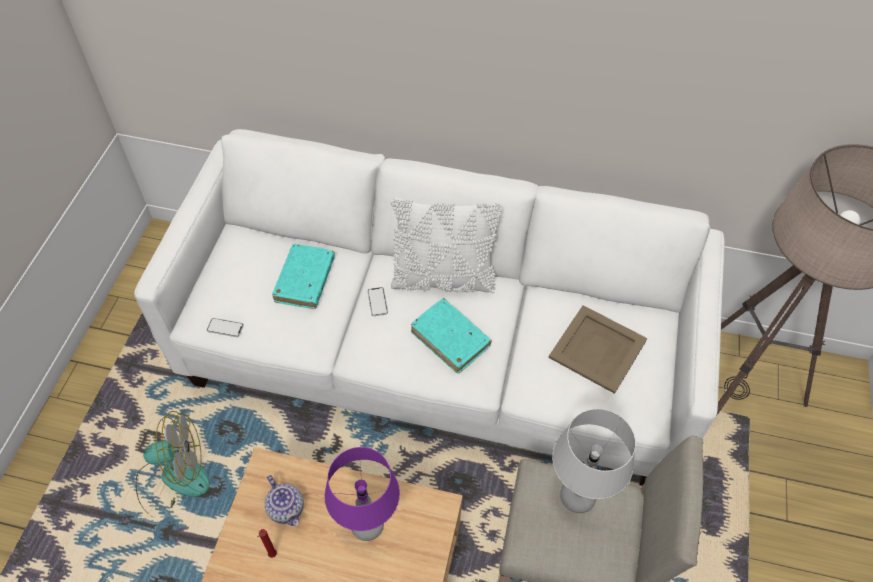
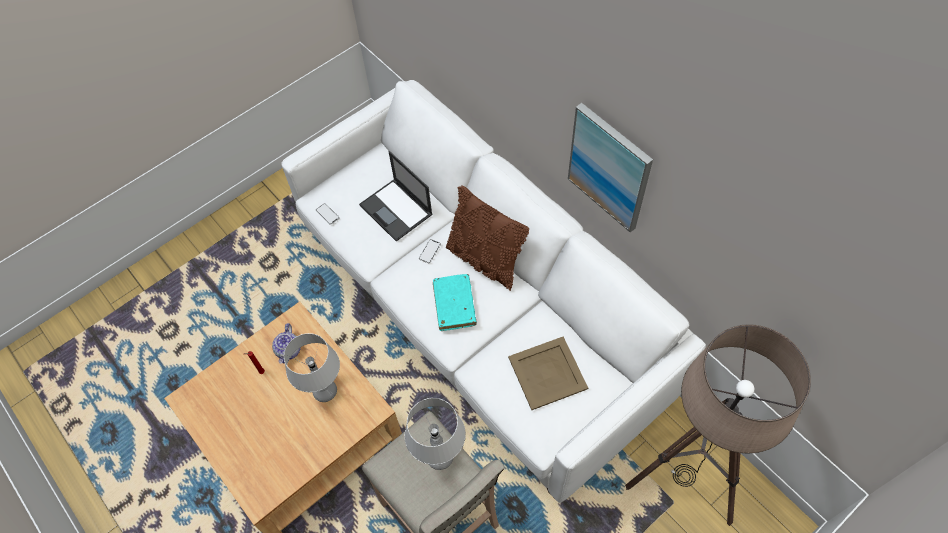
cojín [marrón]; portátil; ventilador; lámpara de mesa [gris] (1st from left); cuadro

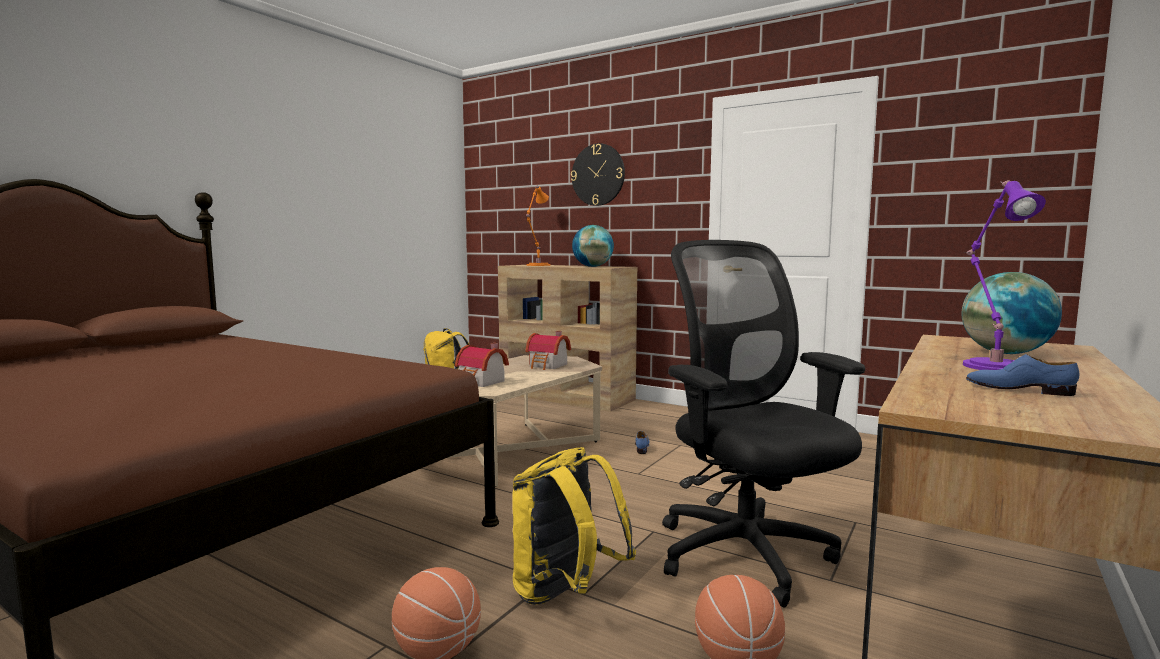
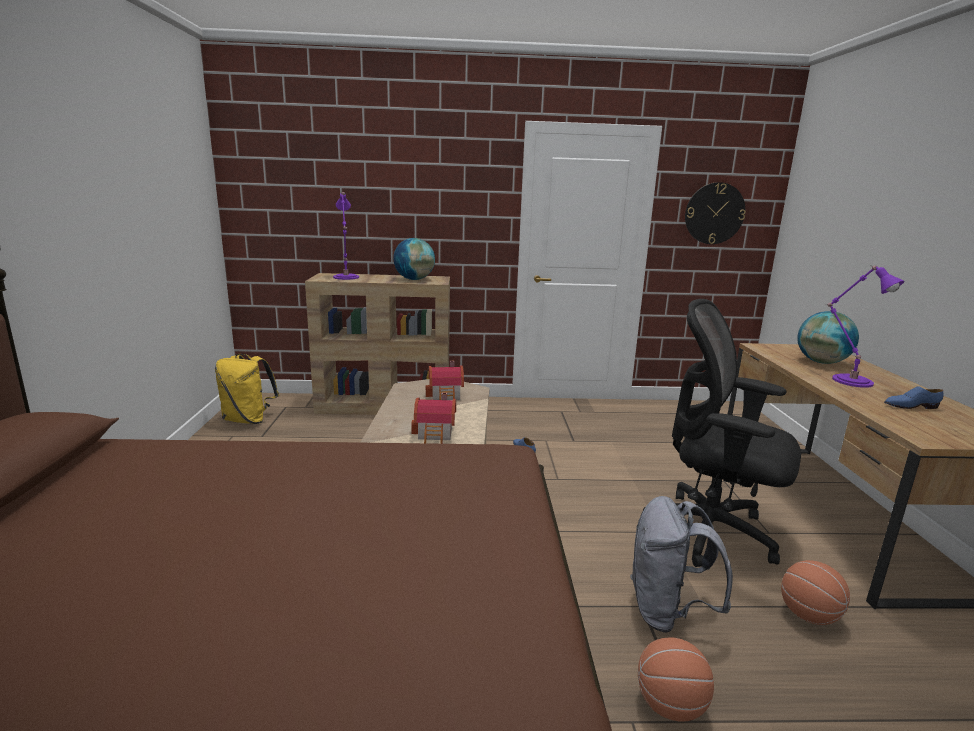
reloj de pared; lámpara de mesa [morado] (1st from left); mochila [gris]

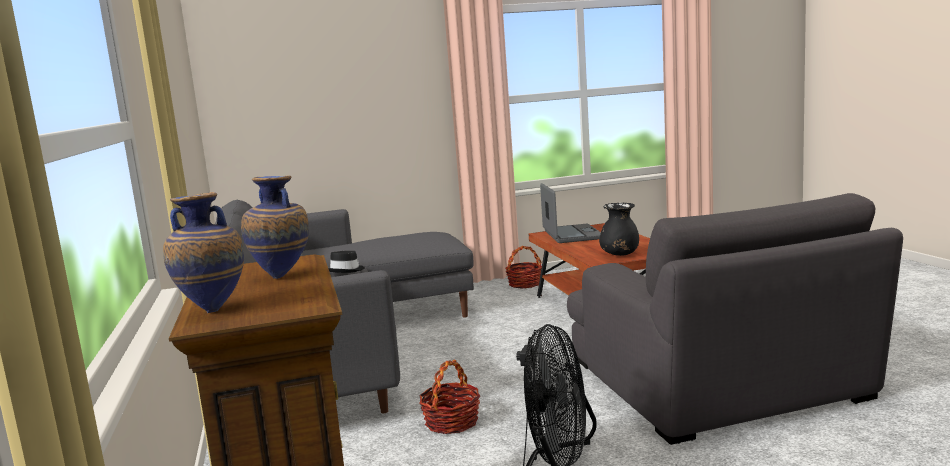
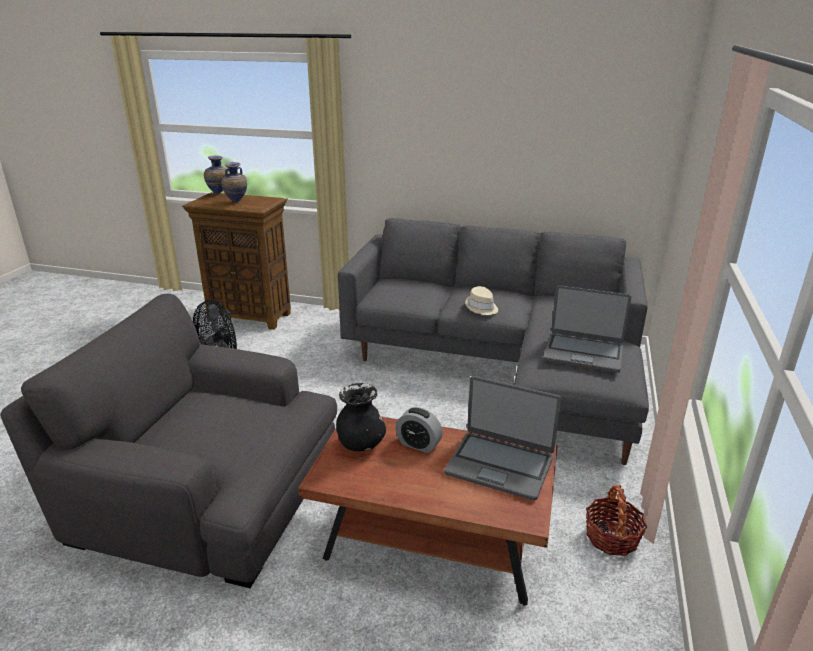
sombrero [beis]; cesta (1st from left in the first image); portátil (2nd from left); despertador

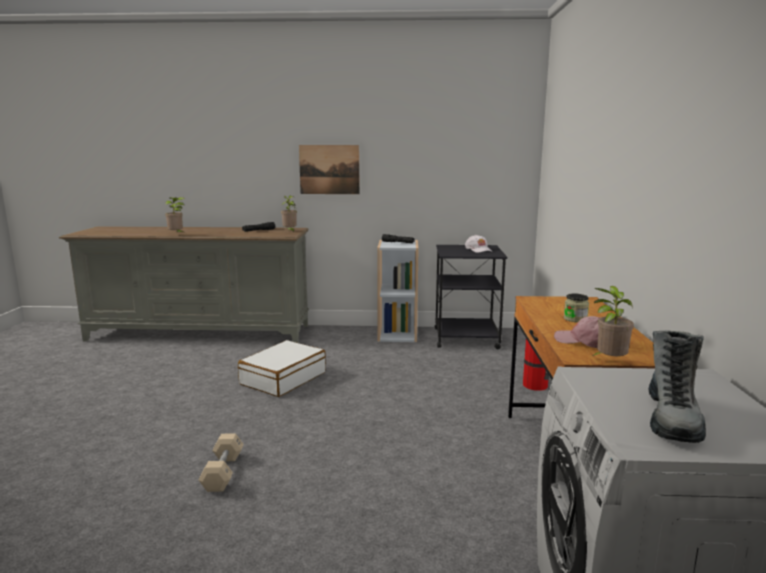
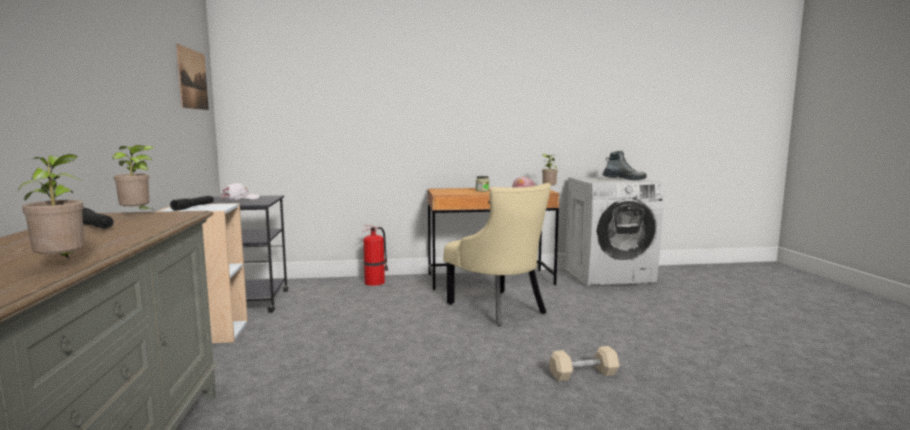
cuadro; maleta [blanco]; silla [beis]

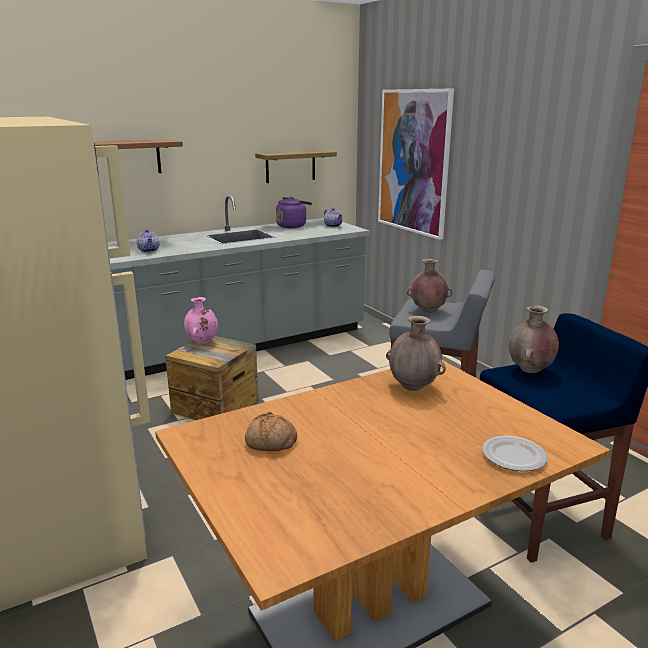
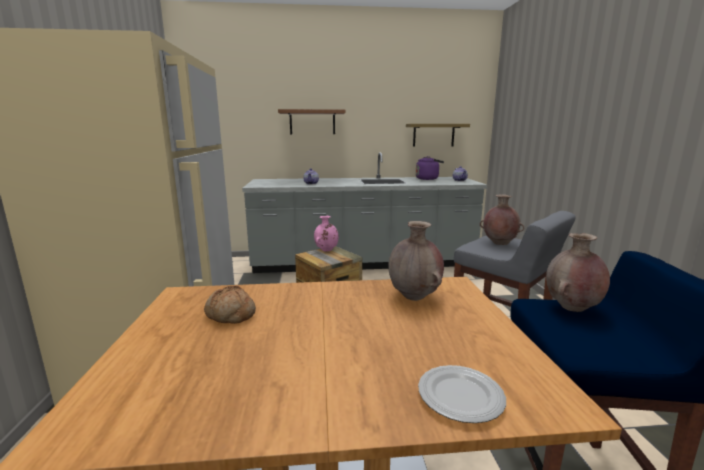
cuadro

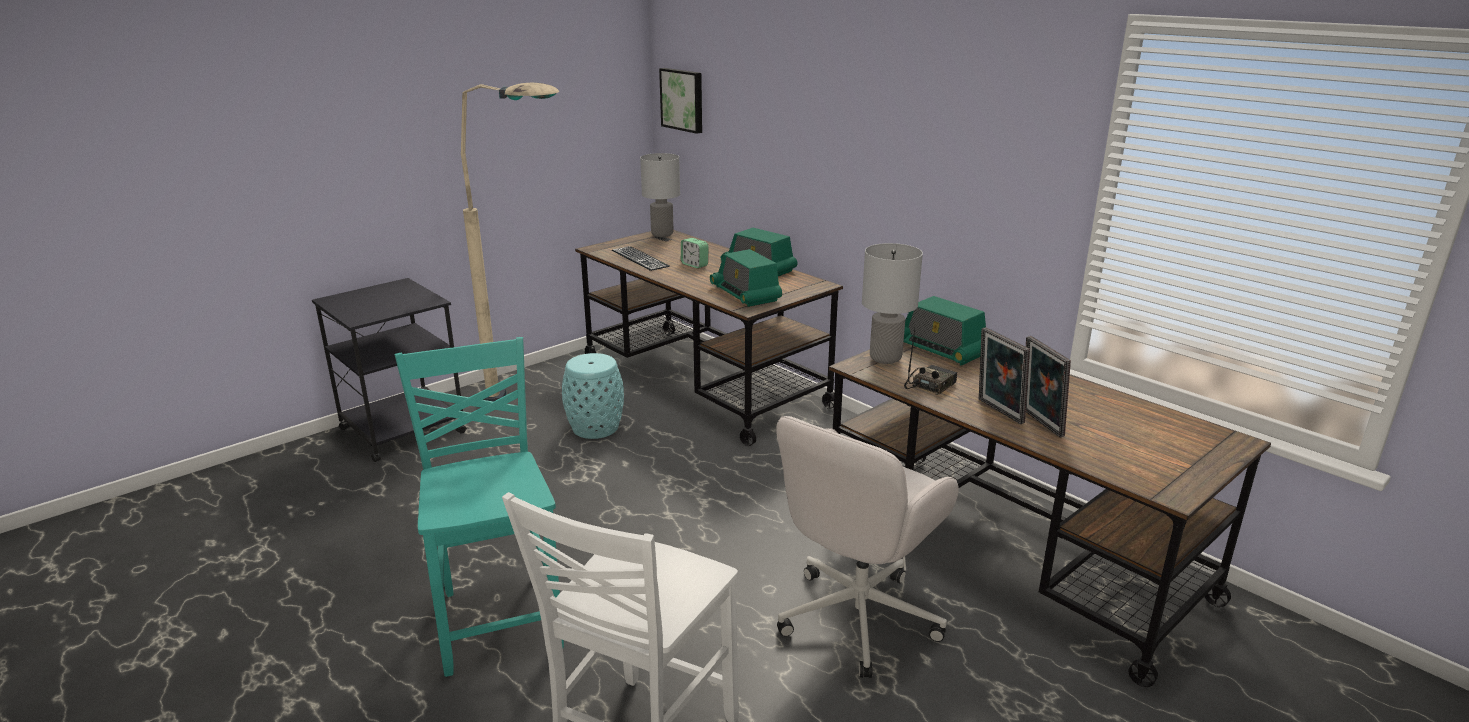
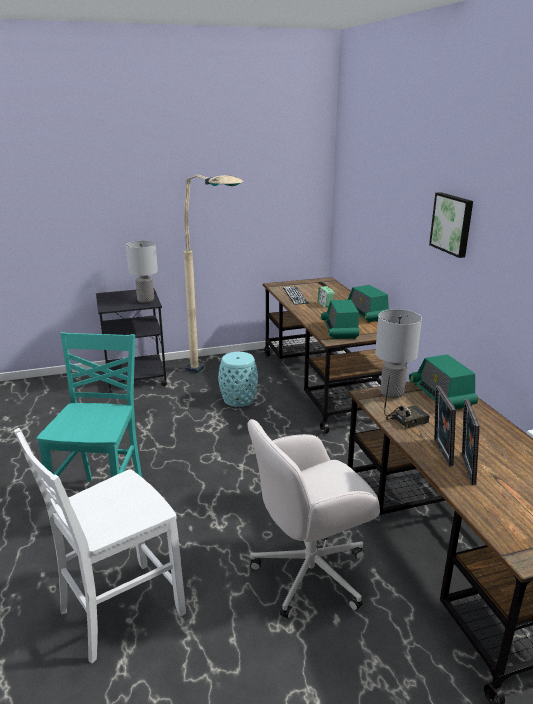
cuadro; lámpara de mesa [gris] (1st from left)

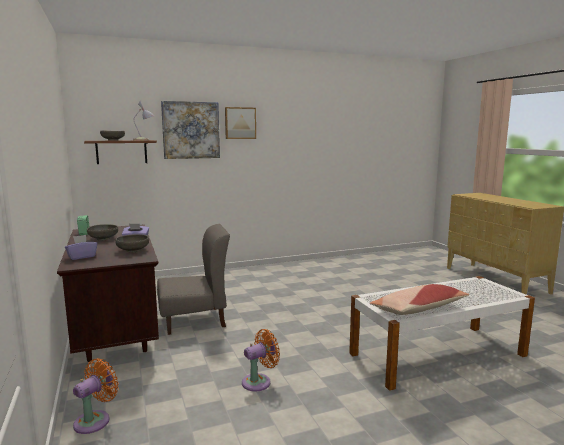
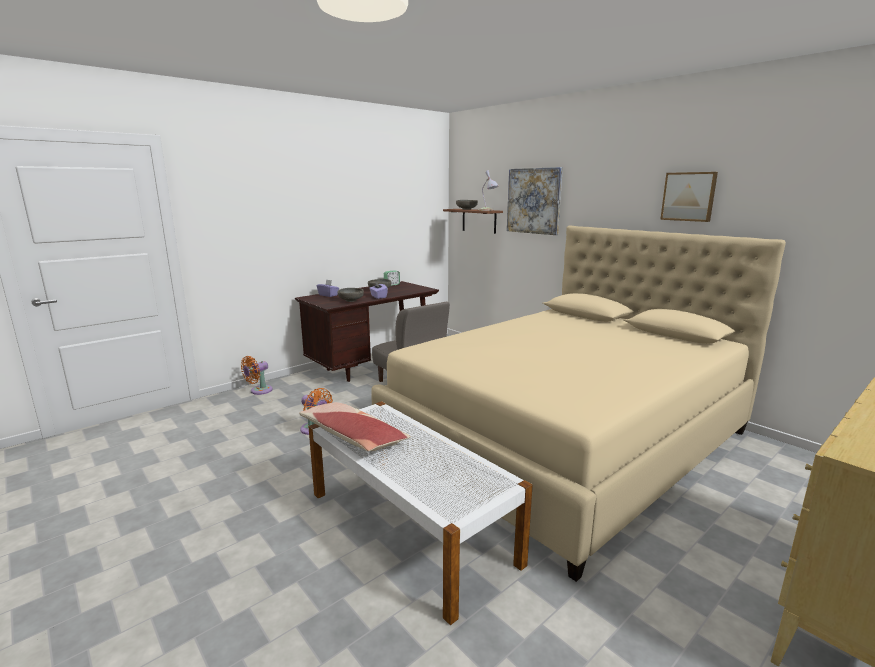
cuadro (2nd from left); ventilador [naranja] (1st from left); cama [beis]

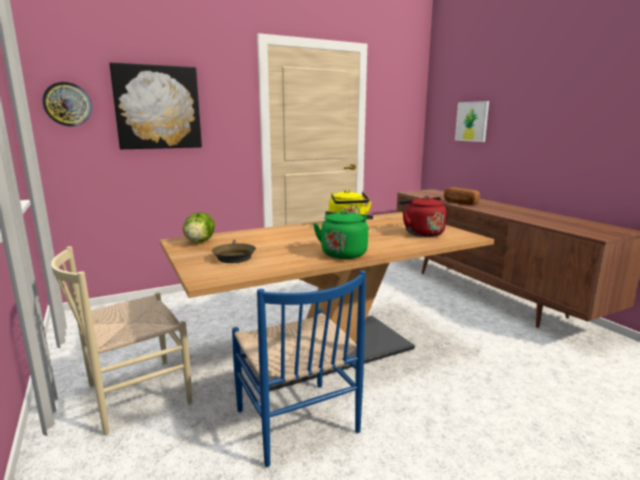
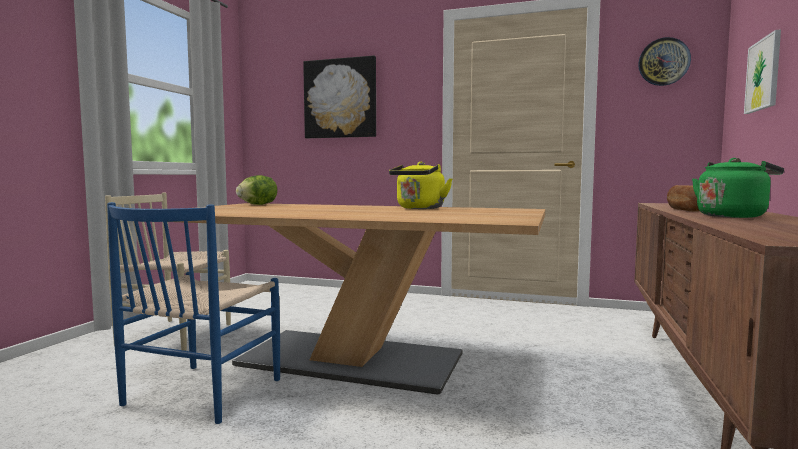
reloj de pared; hervidor [rojo]; hervidor [verde]; sartén [marrón]

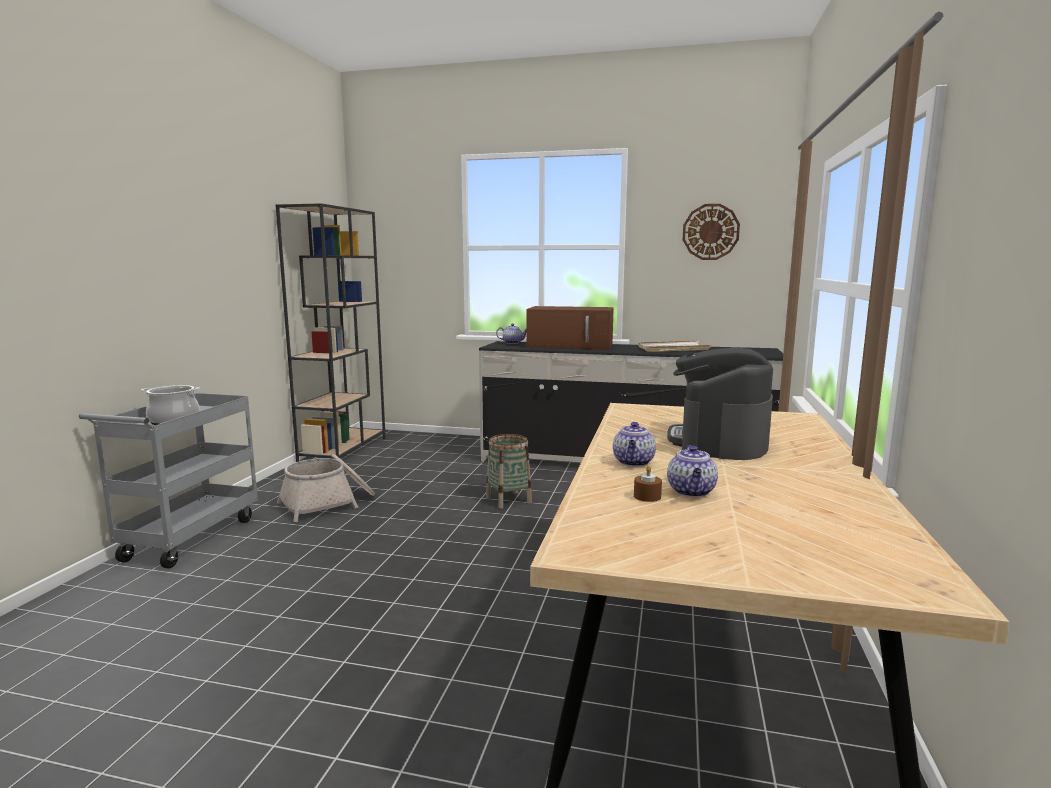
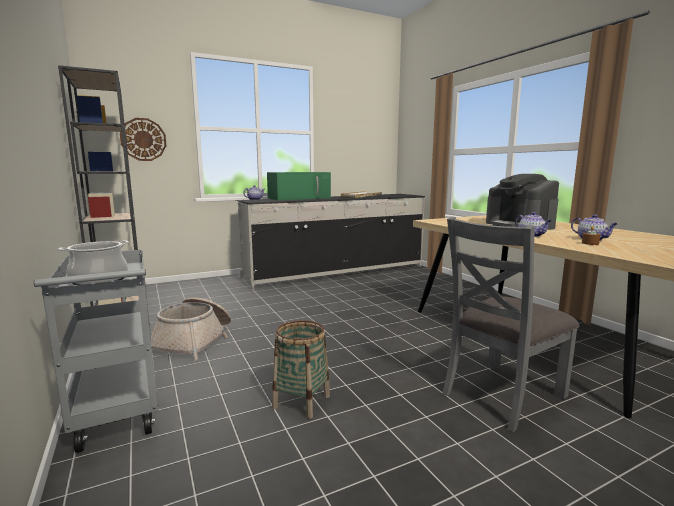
reloj de pared; microondas [verde]; cesta (2nd from left); silla [gris]

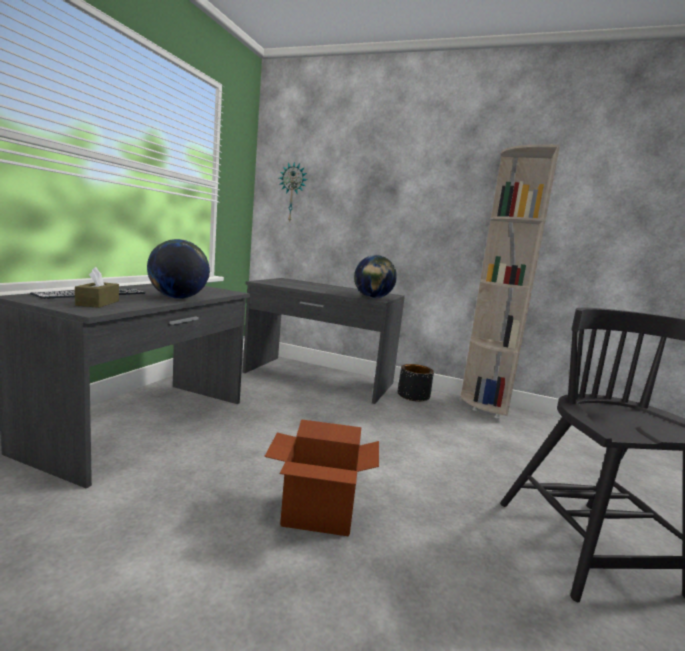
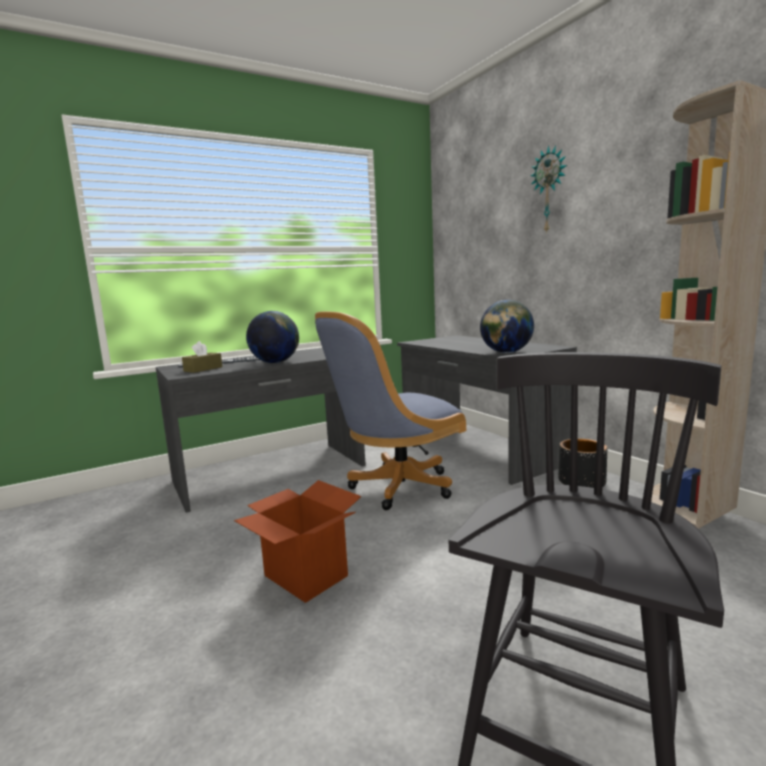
reloj de pared; silla de oficina [azul]

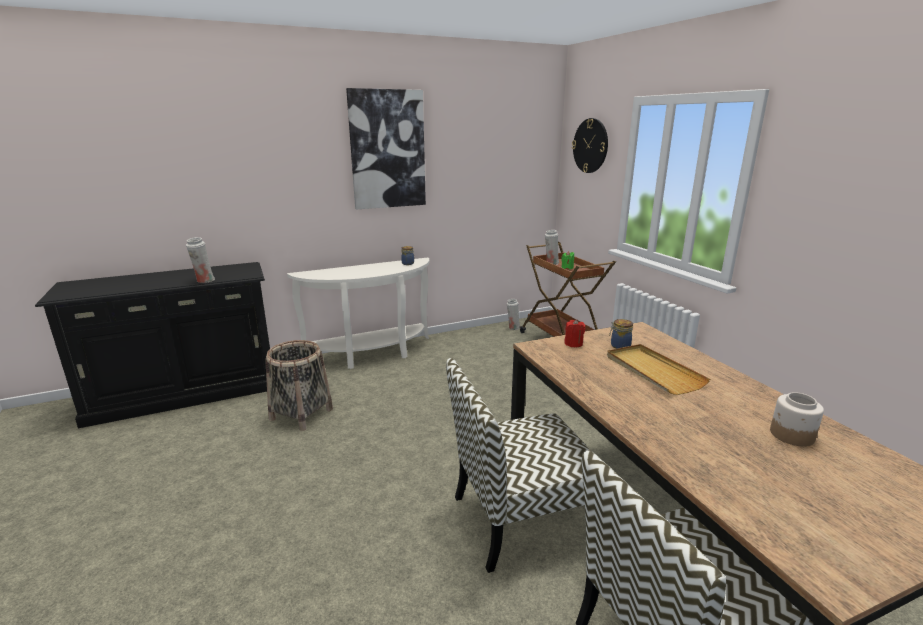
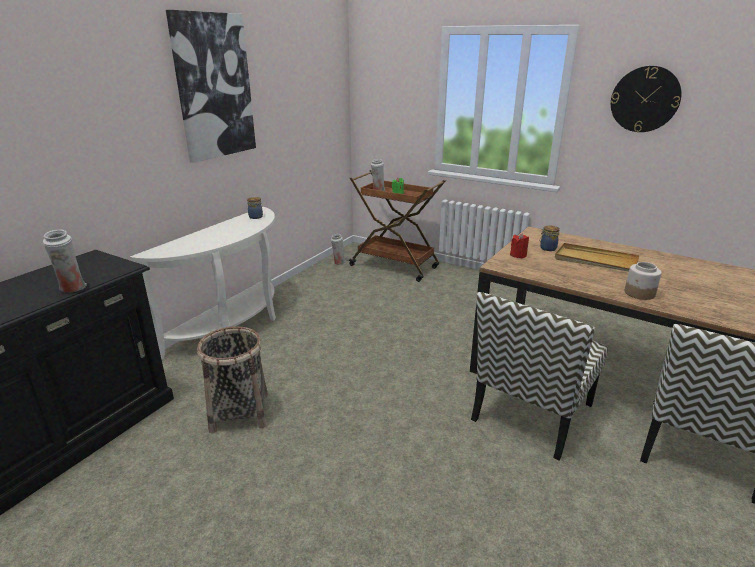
reloj de pared; tarro (3rd from left)

